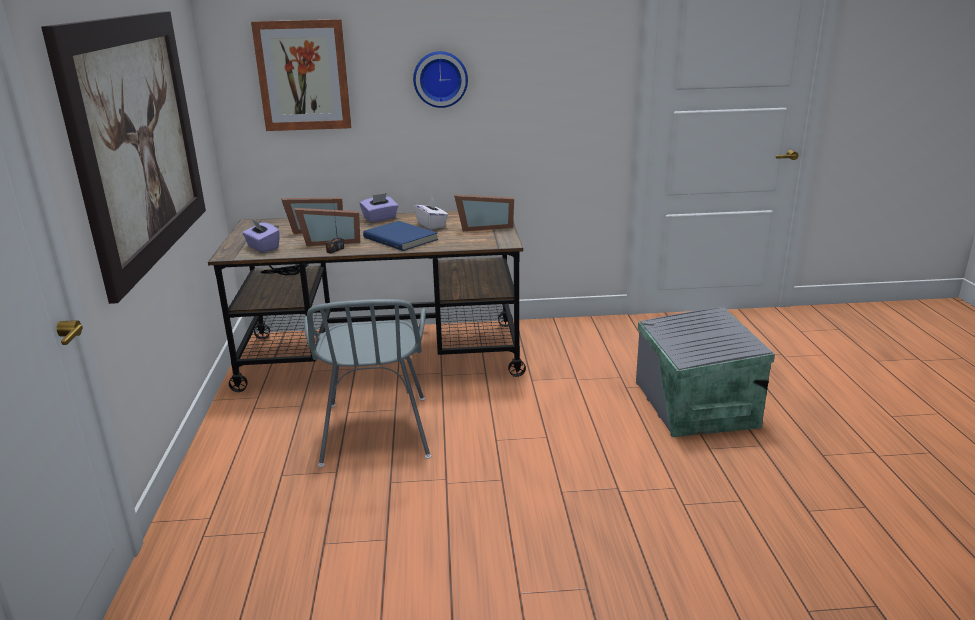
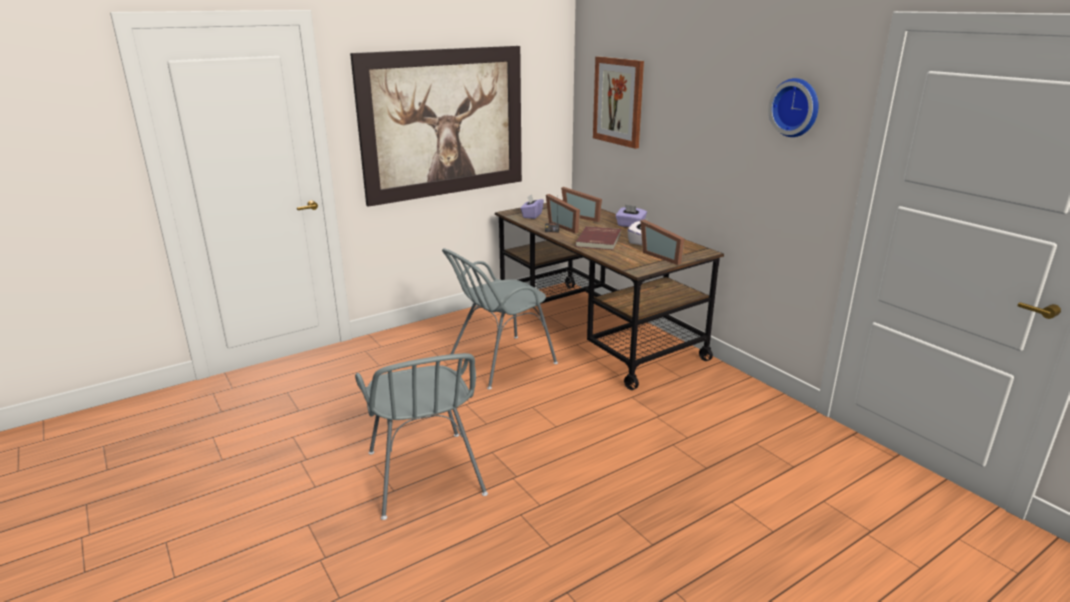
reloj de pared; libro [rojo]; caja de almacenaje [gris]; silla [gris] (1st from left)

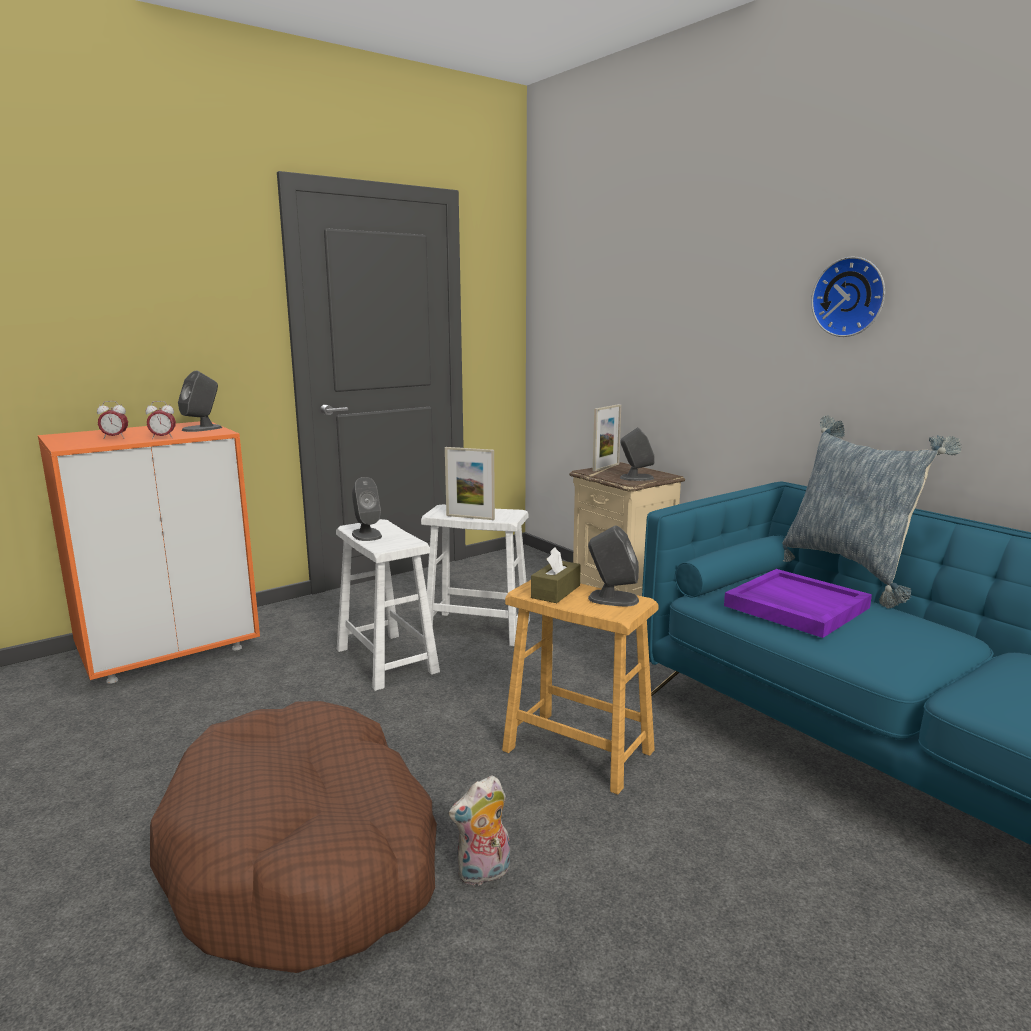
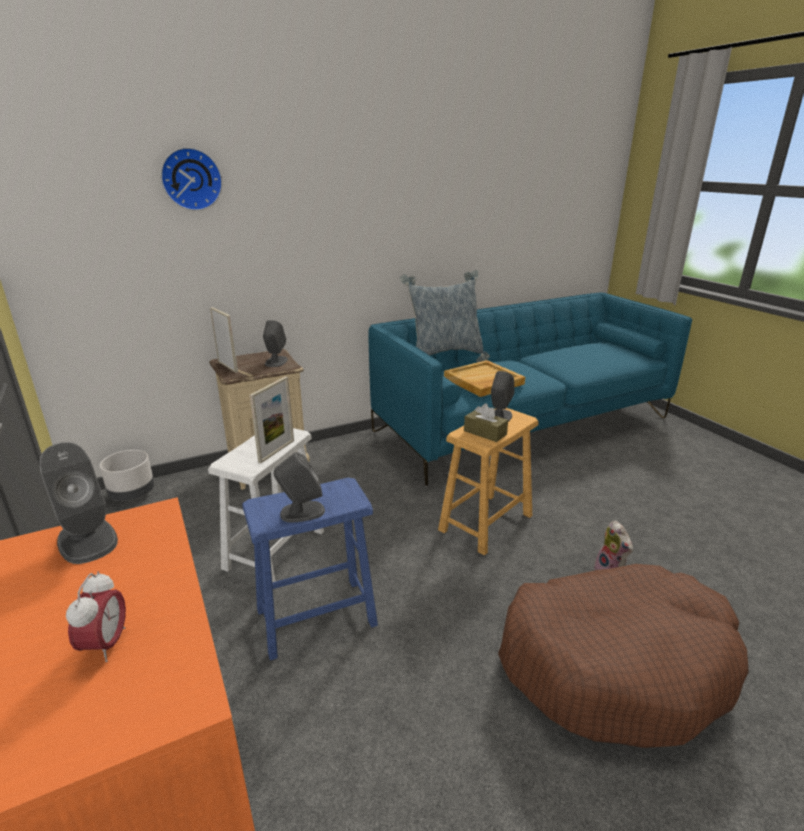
reloj de pared; despertador (2nd from left in the first image); taburete [azul]; bandeja [beis]; maceta [gris]

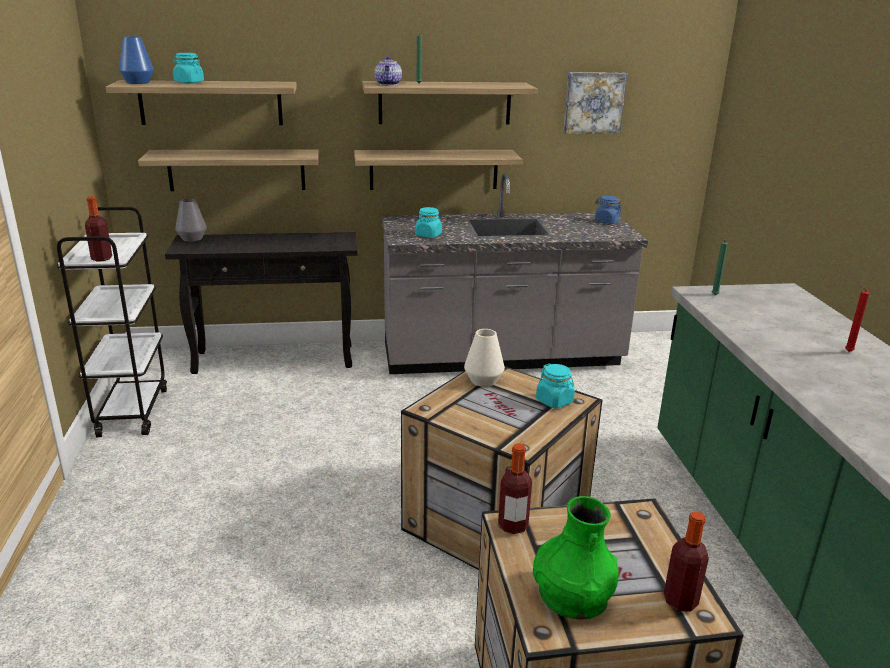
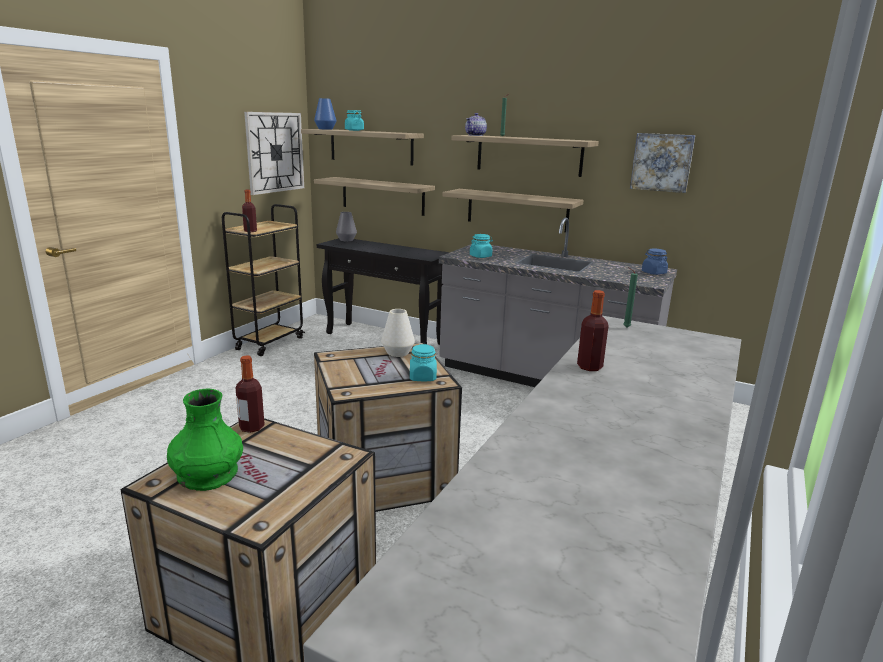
carrito [marrón]; vela [rojo]; botella (3rd from left); reloj de pared

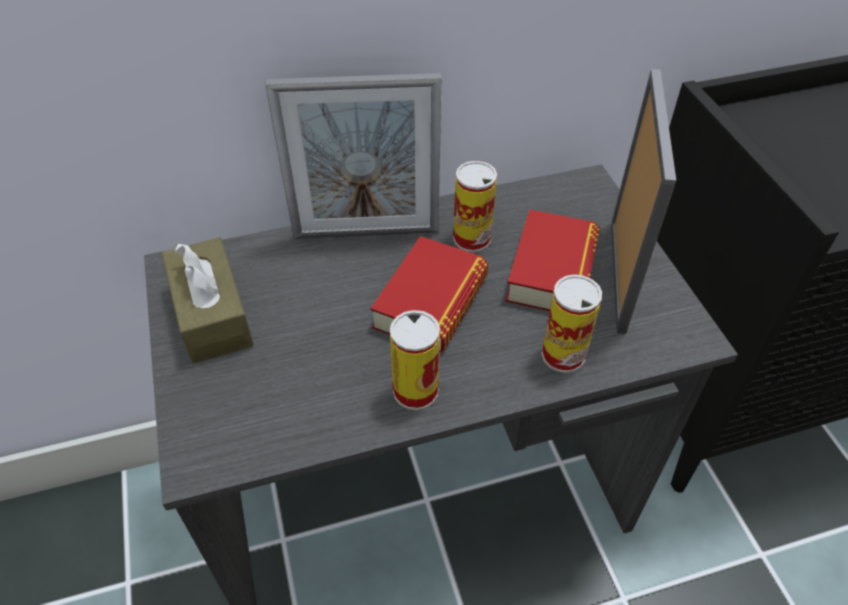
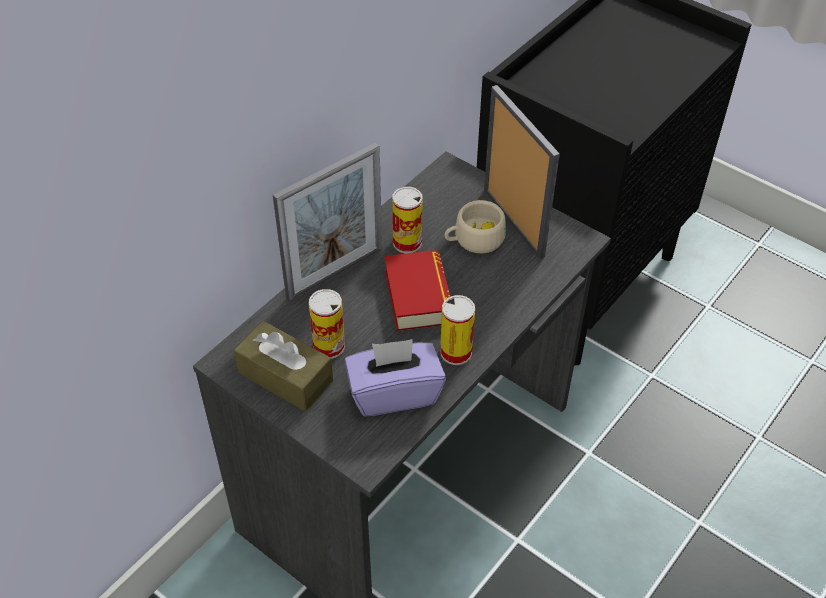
taza [beis]; lata (1st from left); caja de pañuelos [morado]

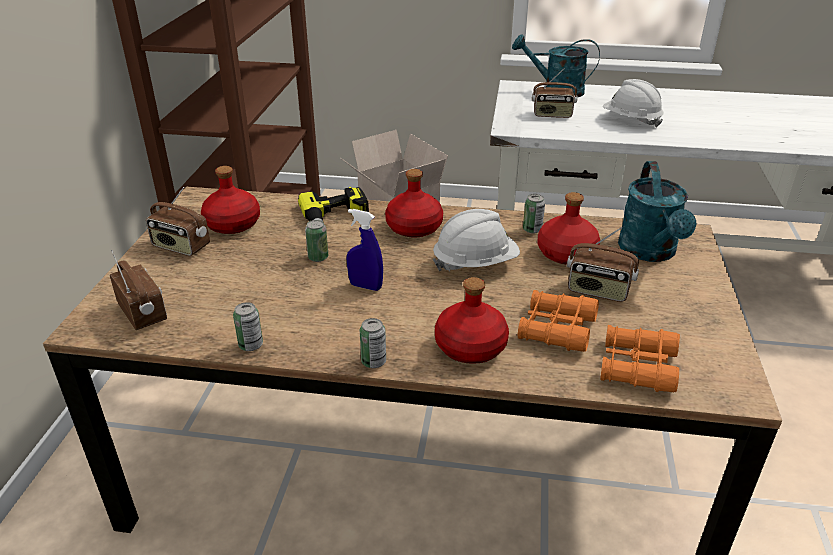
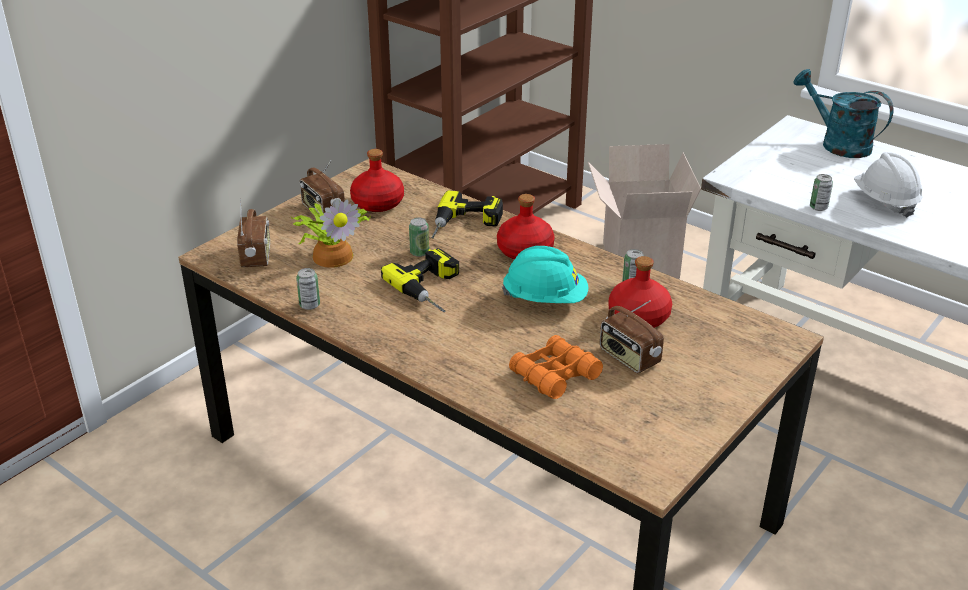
radio (3rd from left in the first image); regadera [turquesa] (2nd from left in the first image); taladro (1st from left); casco [turquesa]; botella [rojo] (3rd from left in the first image); lata (4th from left); prismáticos [naranja] (2nd from left in the first image); planta en maceta

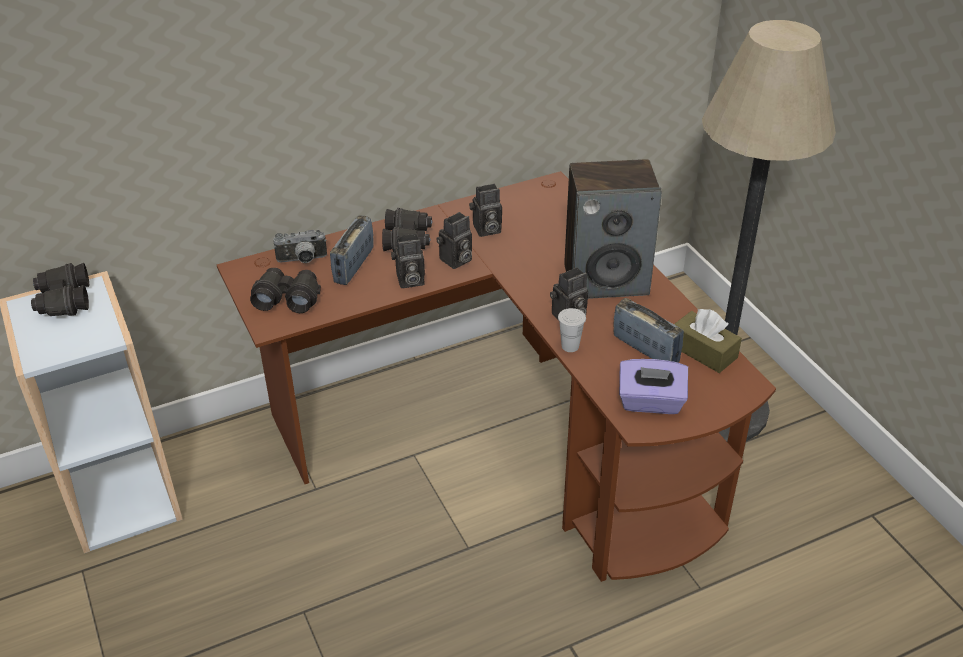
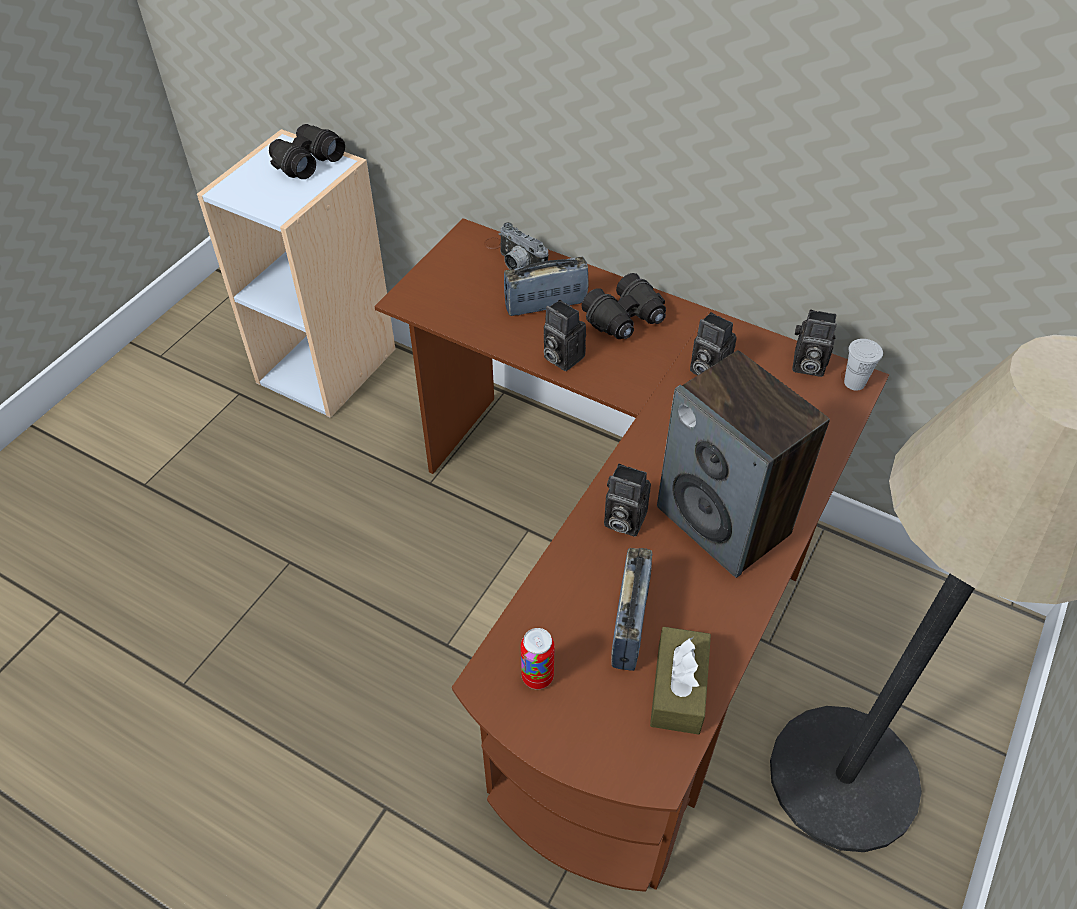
cámara (5th from left); prismáticos [negro] (2nd from left in the first image); taza [blanco]; lata

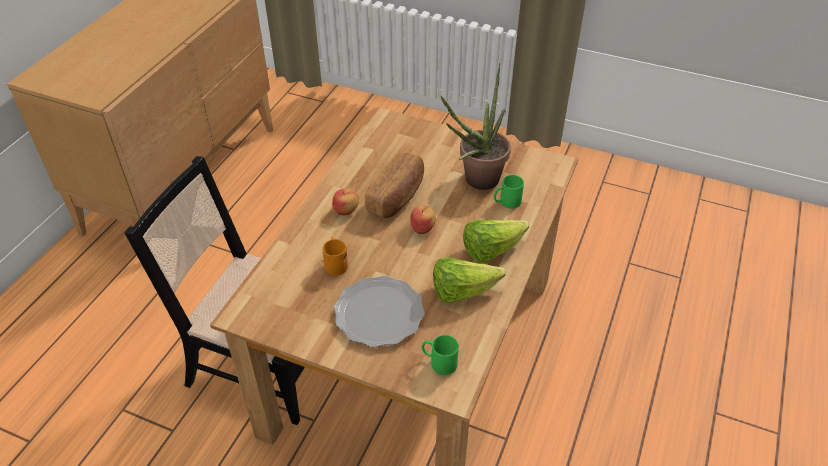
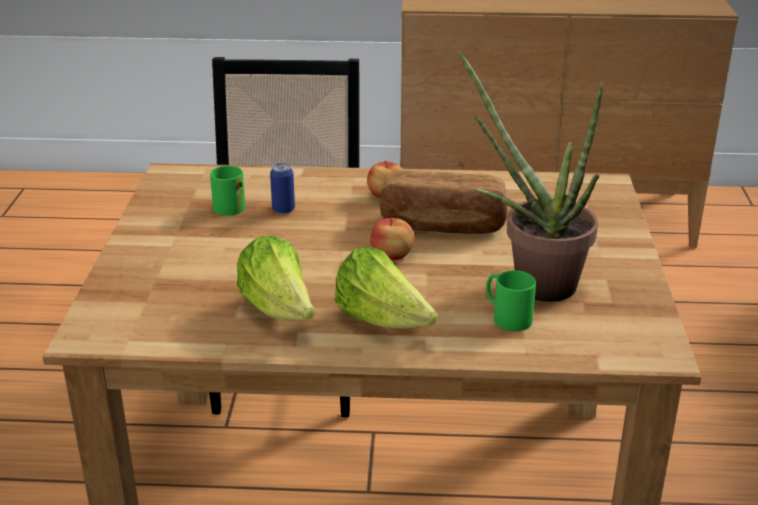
lata; plato; taza grande [verde] (1st from left)

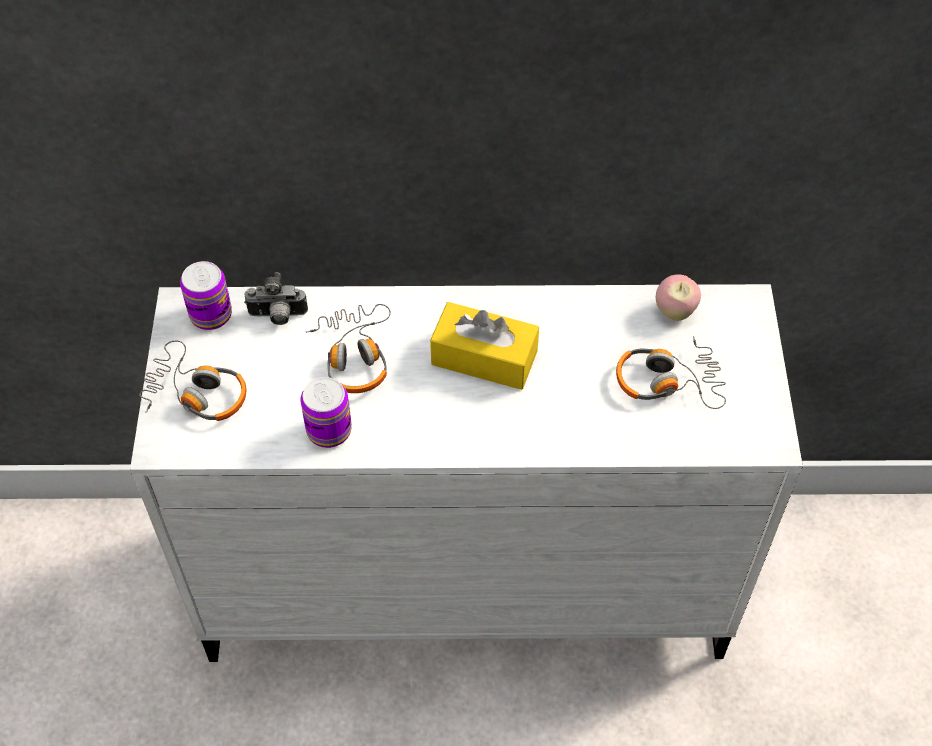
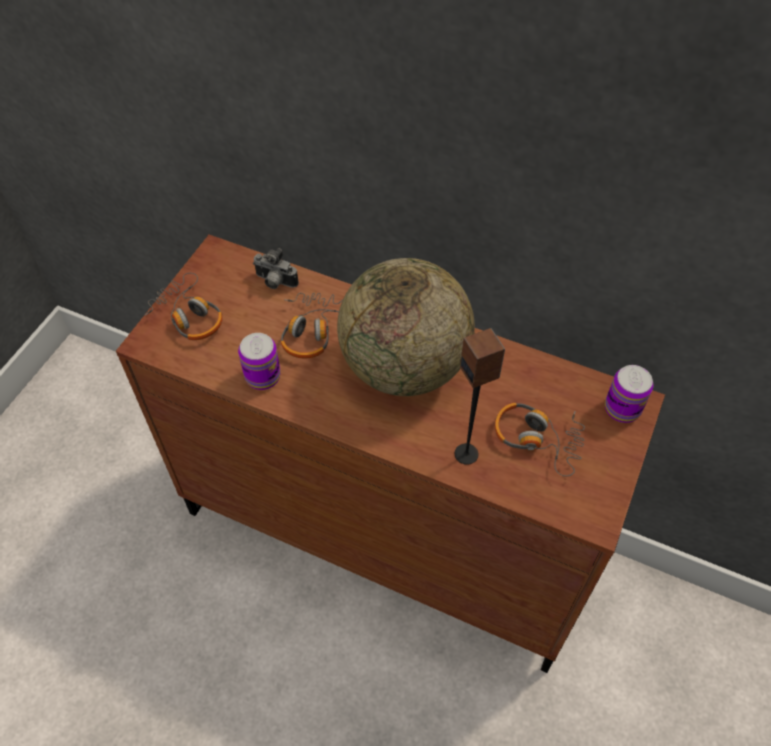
lata (2nd from left); manzana; cómoda [marrón]; globo terráqueo; altavoz

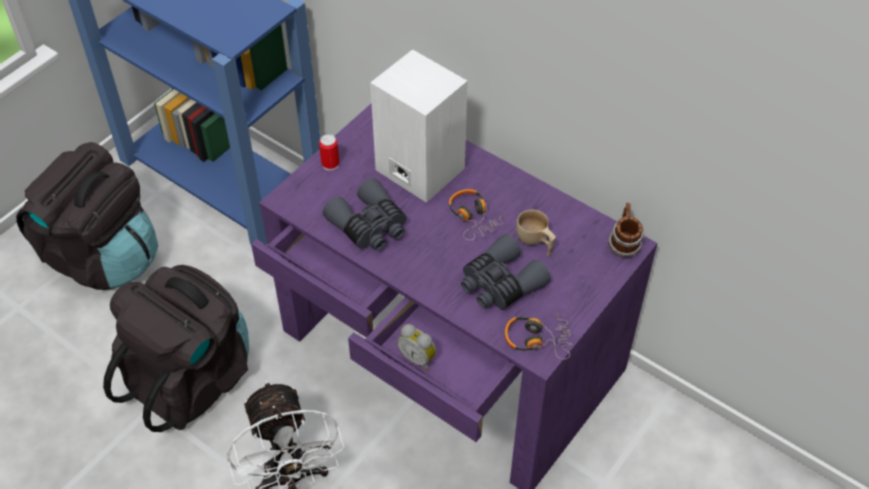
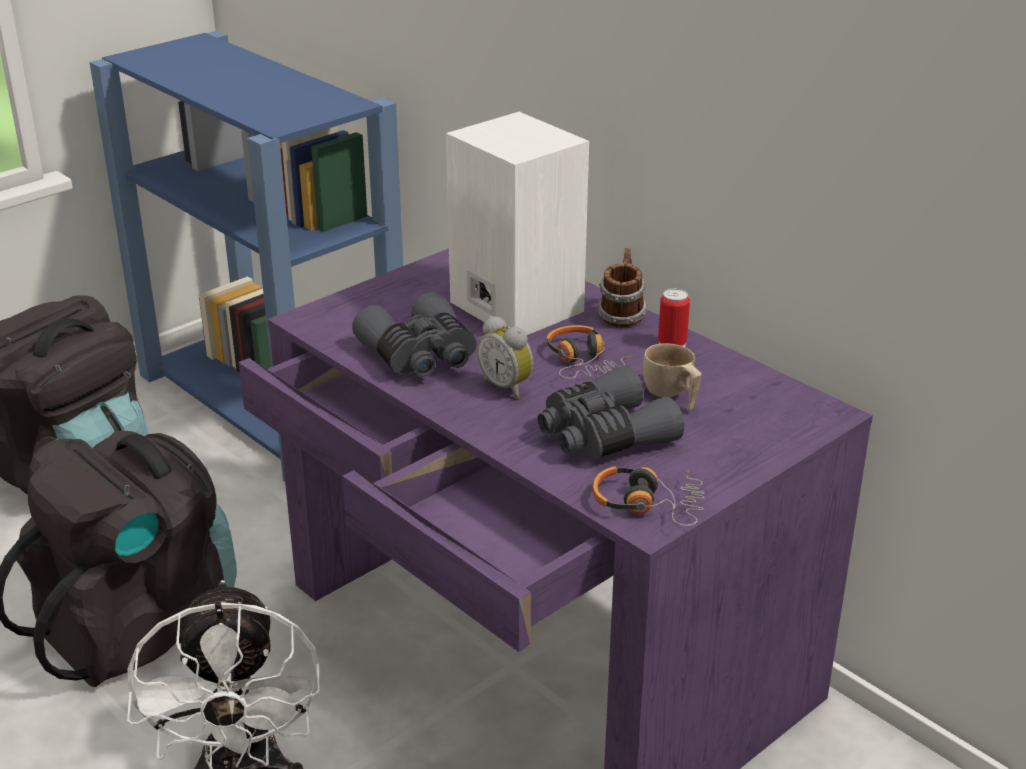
lata; taza grande; despertador

